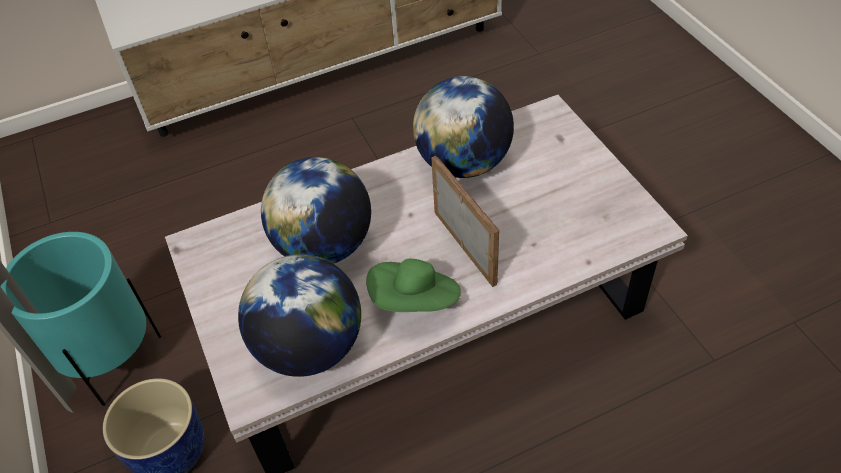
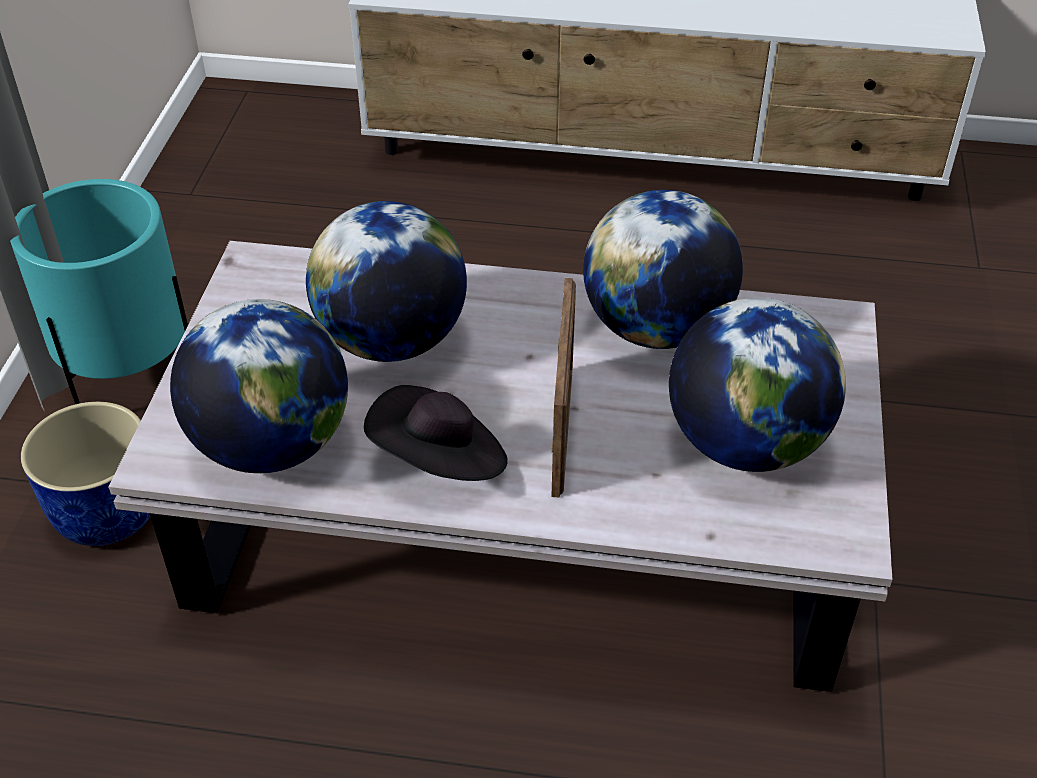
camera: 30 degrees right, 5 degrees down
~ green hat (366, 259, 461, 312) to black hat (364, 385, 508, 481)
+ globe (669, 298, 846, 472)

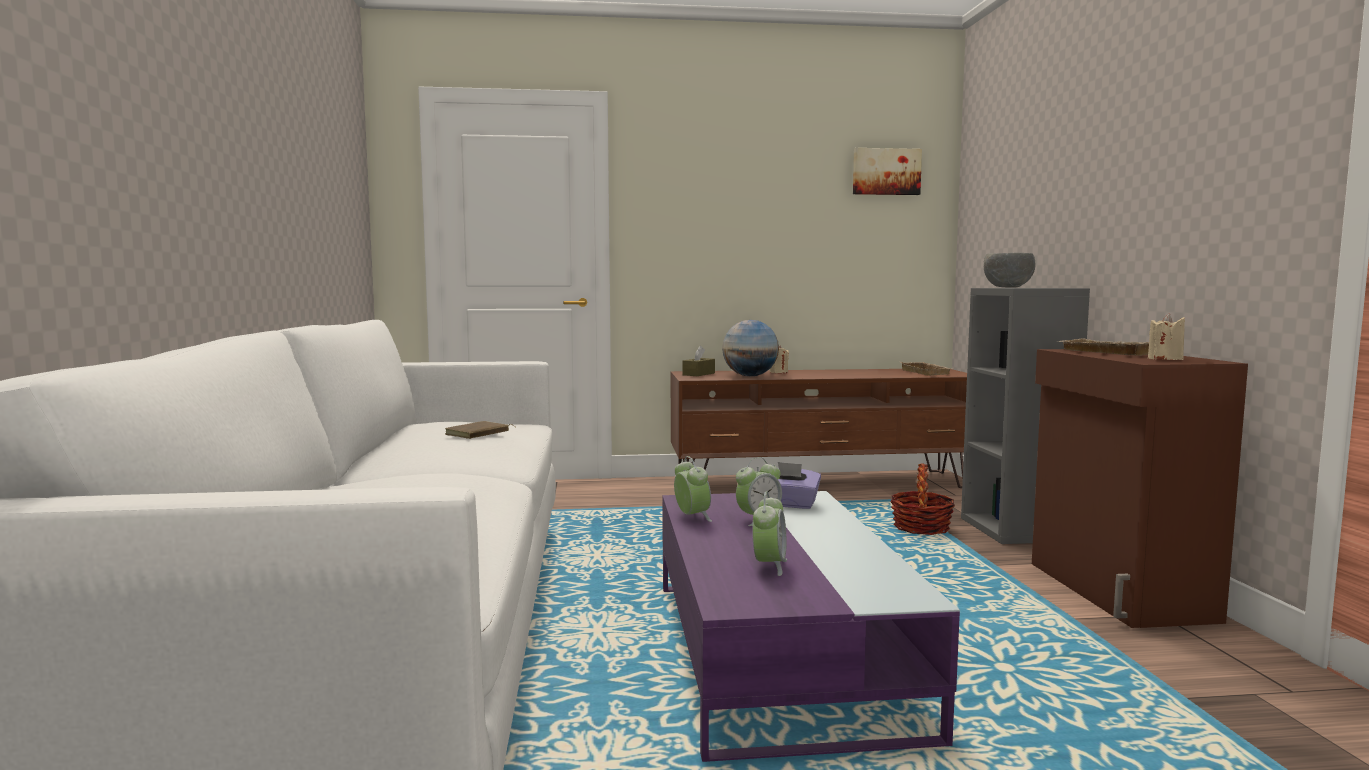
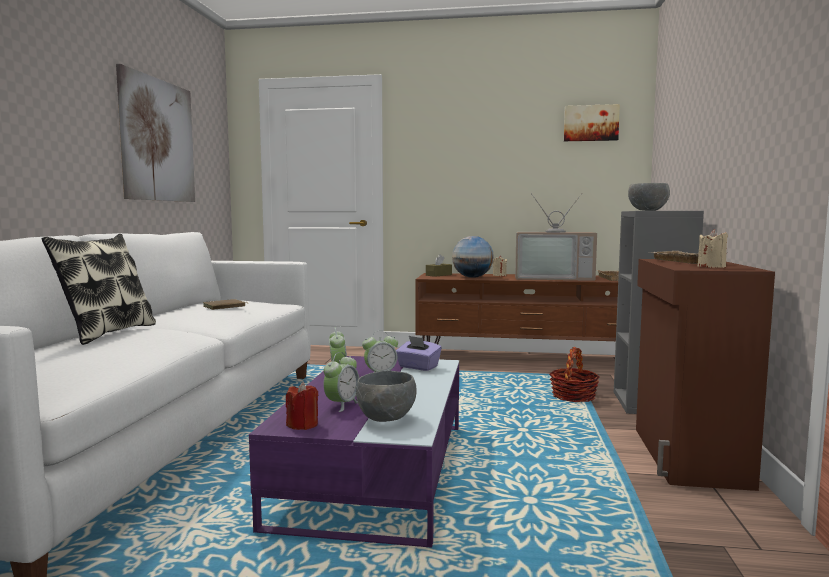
camera: 15 degrees right, 0 degrees up
+ pillow (42, 234, 156, 345)
+ picture (116, 64, 195, 202)
+ red candle (286, 382, 318, 430)
+ grey bowl (356, 371, 417, 422)
+ television (515, 193, 597, 281)

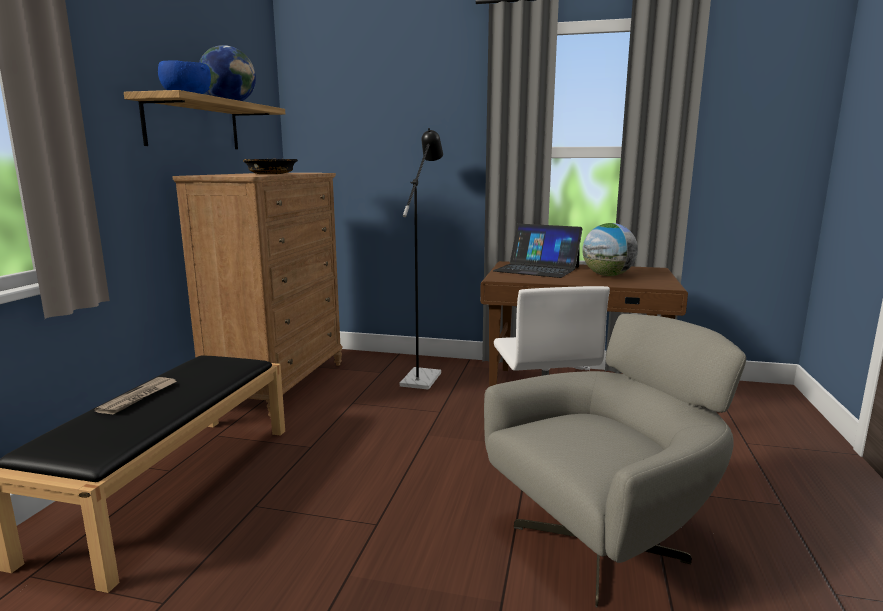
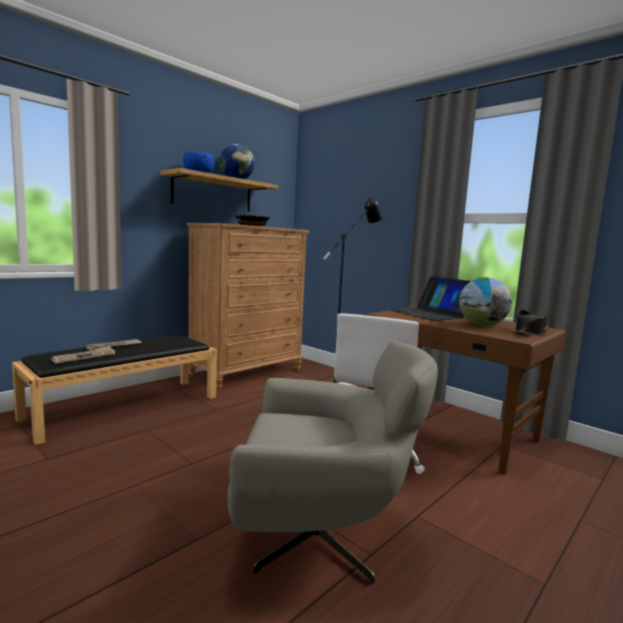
camera: 30 degrees right, 5 degrees down
+ newspaper (51, 346, 115, 364)
+ black hat (513, 309, 549, 336)

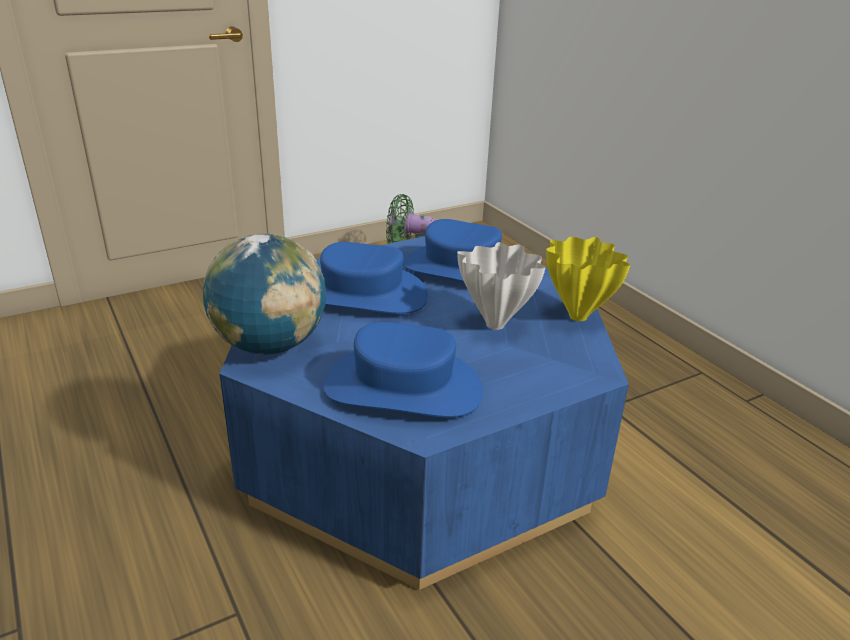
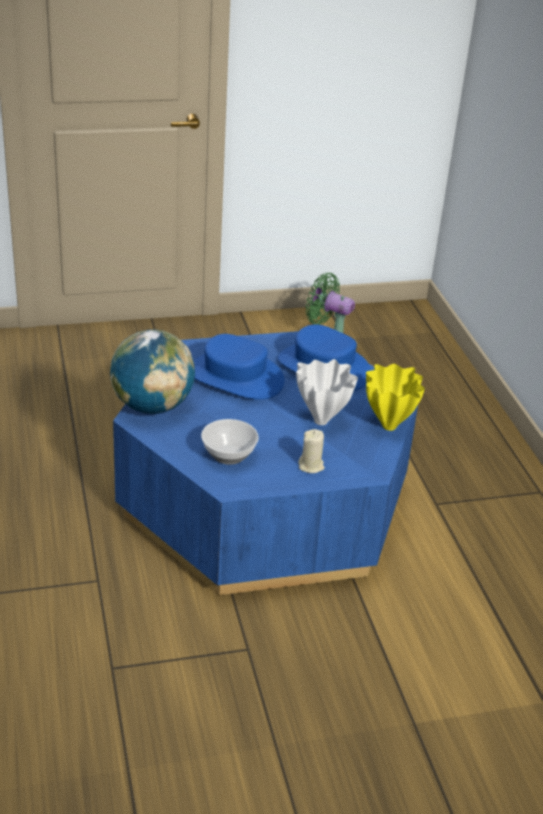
camera: 15 degrees right, 5 degrees up
~ blue hat (323, 322, 483, 417) to bowl (201, 419, 259, 465)
+ beige candle (298, 429, 325, 473)

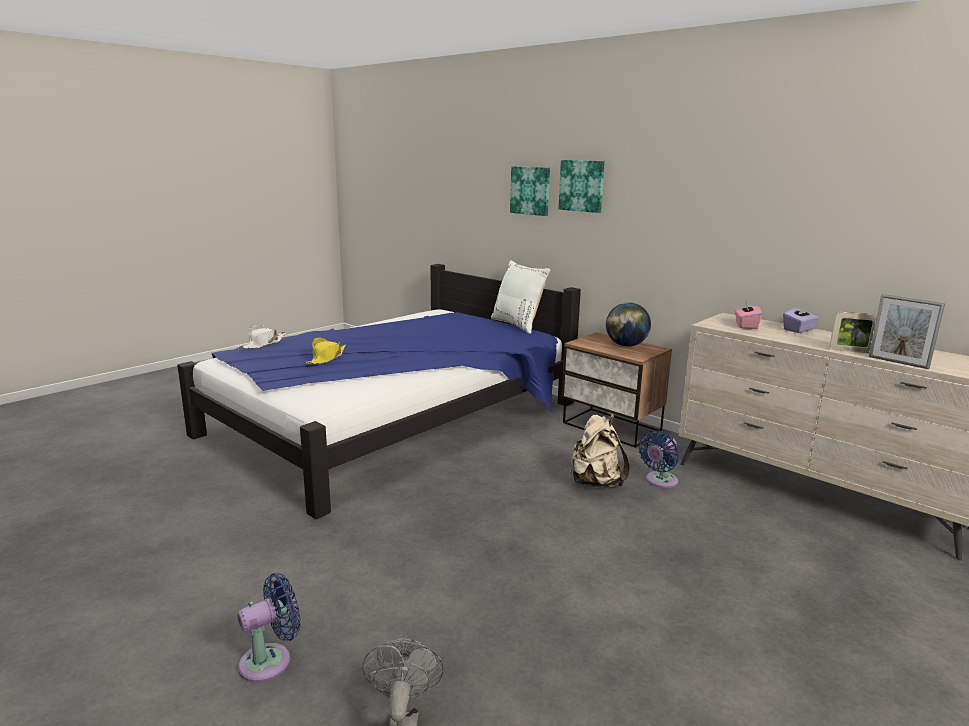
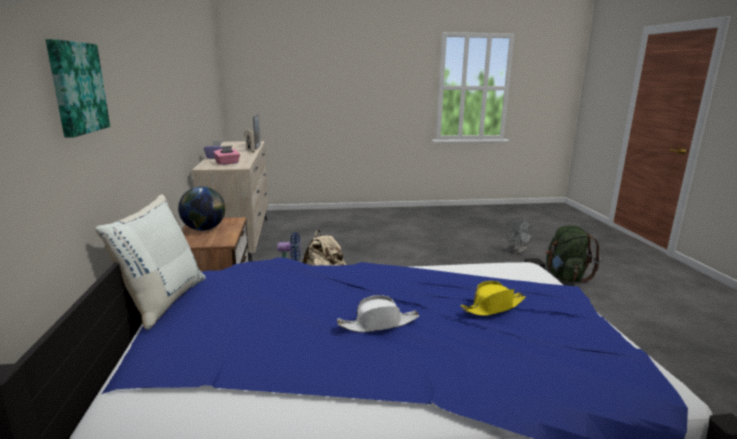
camera: 140 degrees left, 0 degrees up
~ white hat (238, 325, 286, 349) to (337, 295, 419, 333)
~ blue fan (237, 573, 301, 683) to green backpack (546, 225, 601, 282)
- picture (558, 160, 605, 213)

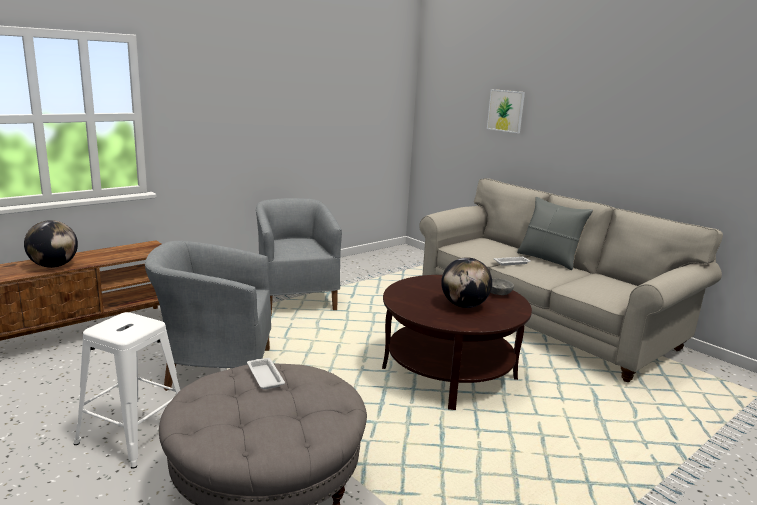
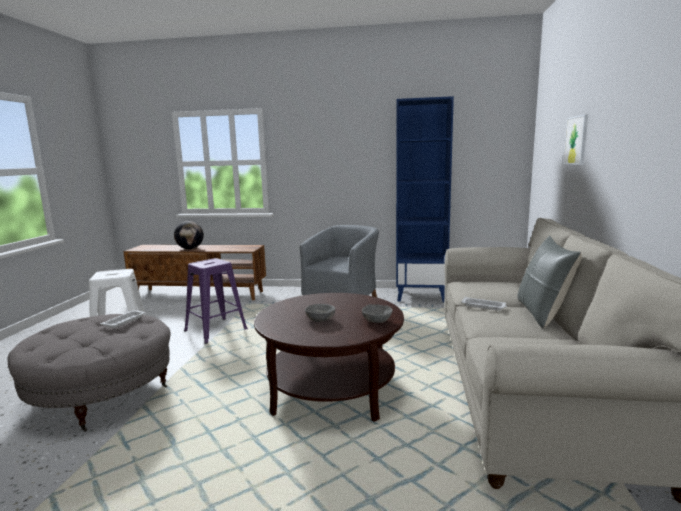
camera: 50 degrees right, 5 degrees down
~ grey armchair (145, 241, 271, 391) to purple stool (184, 258, 248, 344)
~ globe (441, 257, 492, 308) to grey bowl (305, 304, 335, 322)
+ blue bookcase (396, 96, 454, 302)

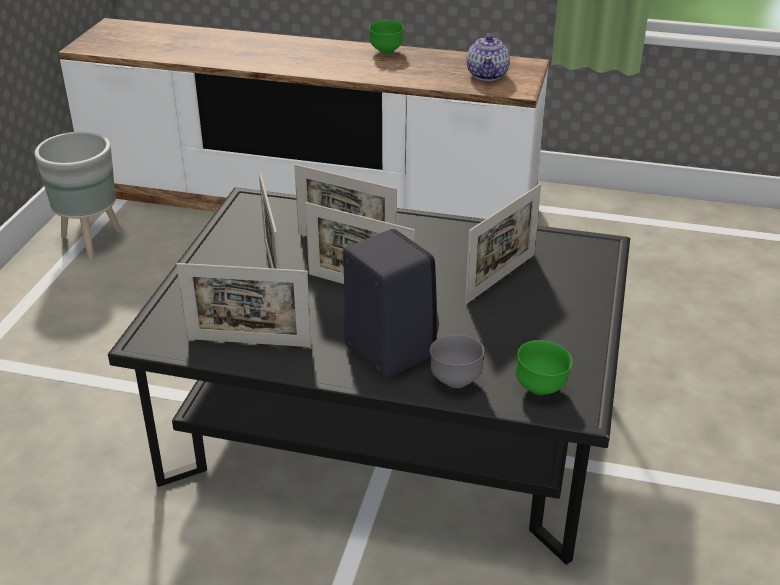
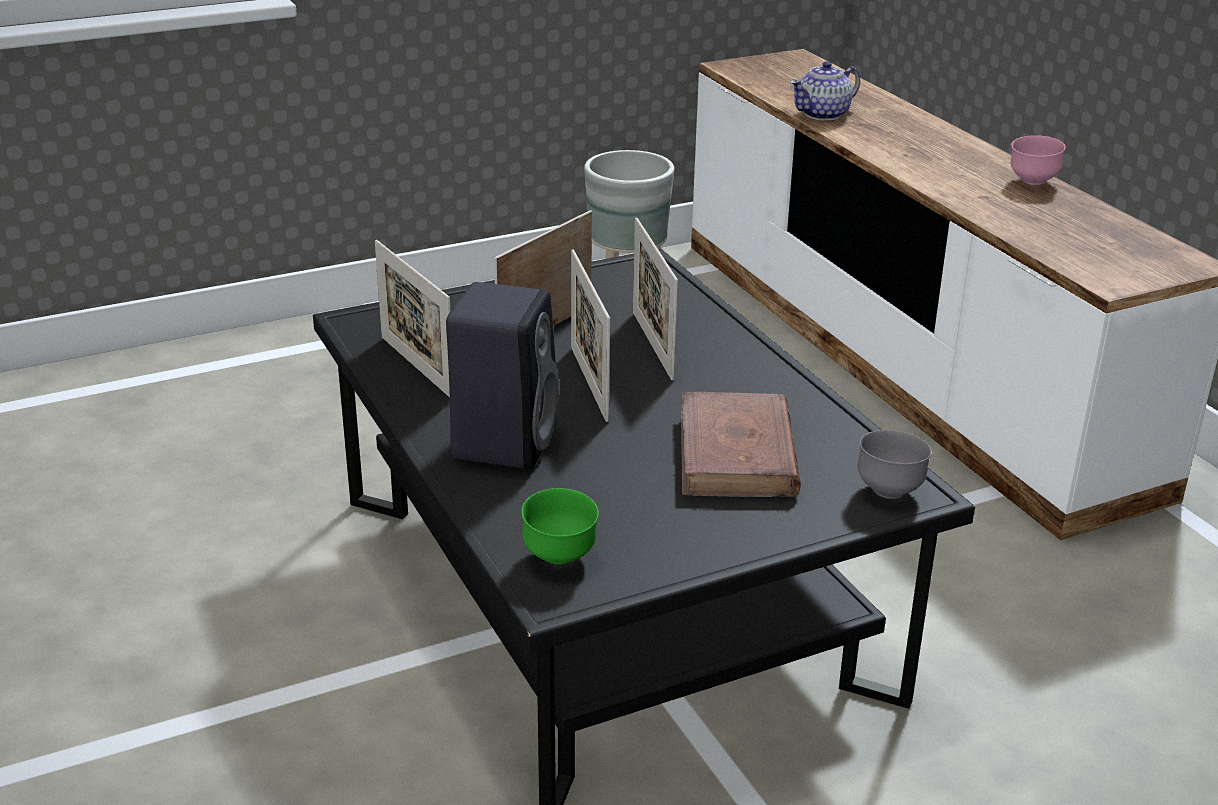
camera: 50 degrees right, 5 degrees down
~ picture frame (465, 184, 541, 304) to brown book (681, 392, 801, 497)
~ teapot (466, 33, 510, 81) to (790, 61, 860, 121)
~ grey bowl (430, 335, 484, 388) to (857, 430, 932, 499)
~ green bowl (369, 20, 404, 54) to pink bowl (1011, 135, 1066, 185)

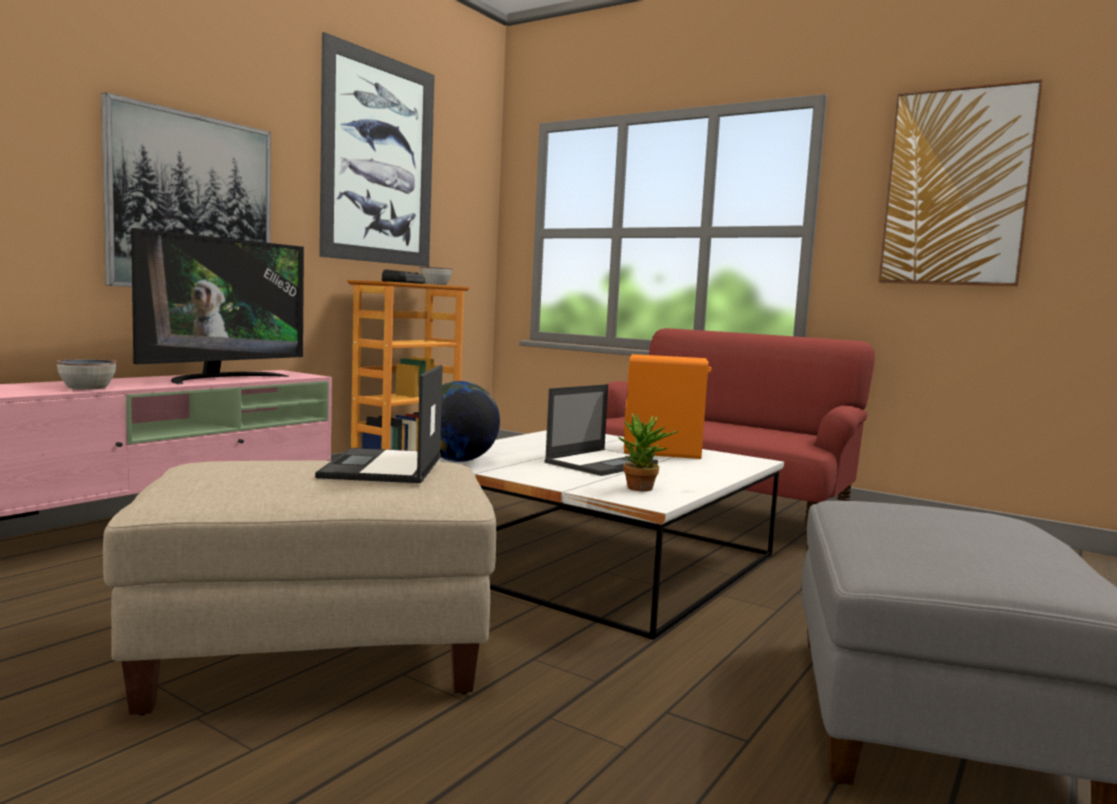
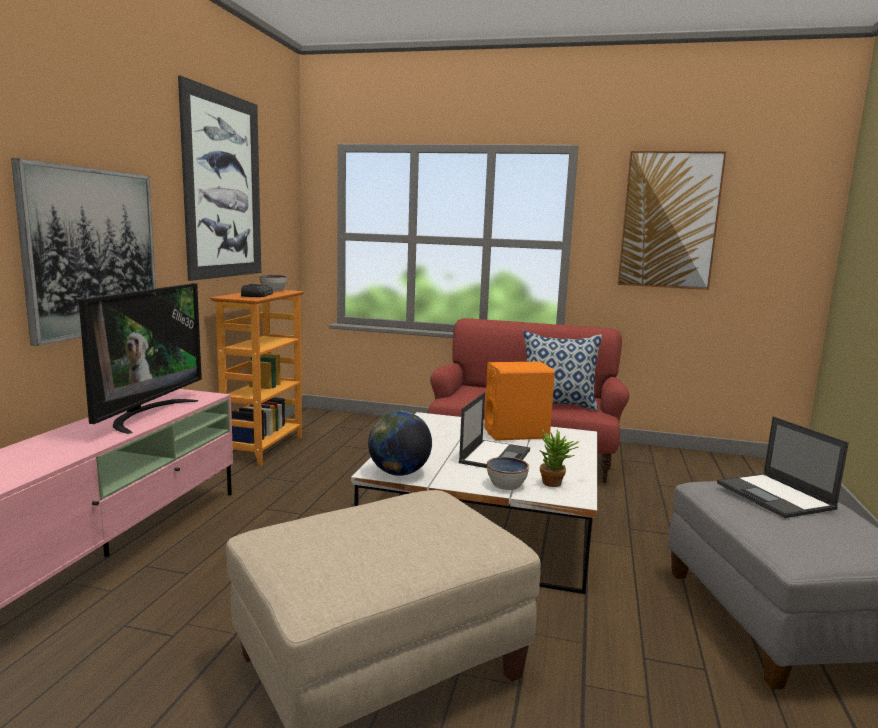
camera: 20 degrees left, 5 degrees up
~ bowl (56, 359, 117, 390) to (487, 457, 529, 490)
+ pillow (523, 330, 602, 411)
~ laptop (315, 365, 443, 483) to (717, 416, 849, 518)

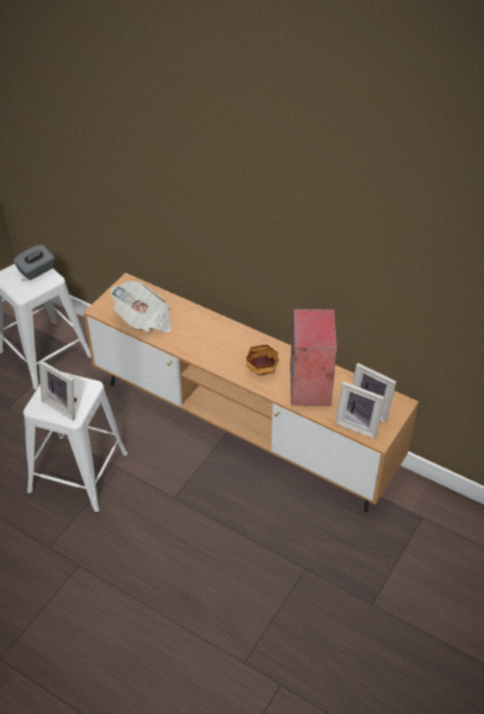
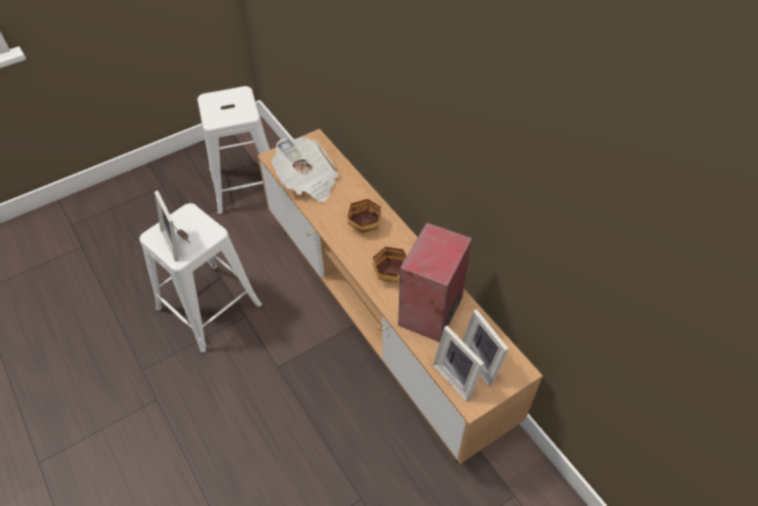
camera: 25 degrees right, 5 degrees up
+ bowl (348, 199, 382, 233)
- grey tissue box (13, 244, 55, 280)

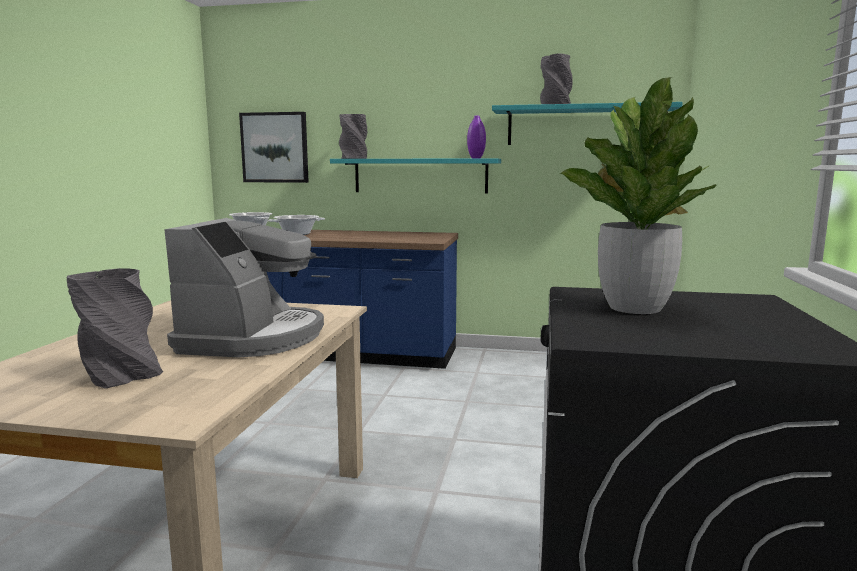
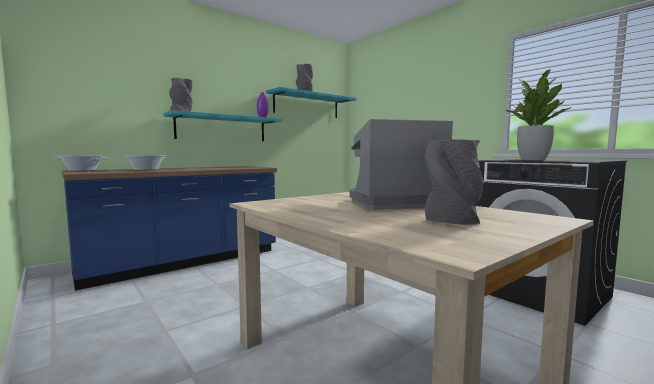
camera: 50 degrees left, 5 degrees down
~ coffee machine (164, 218, 324, 357) = (349, 119, 453, 210) 60 degrees counterclockwise
- picture (239, 112, 309, 183)

